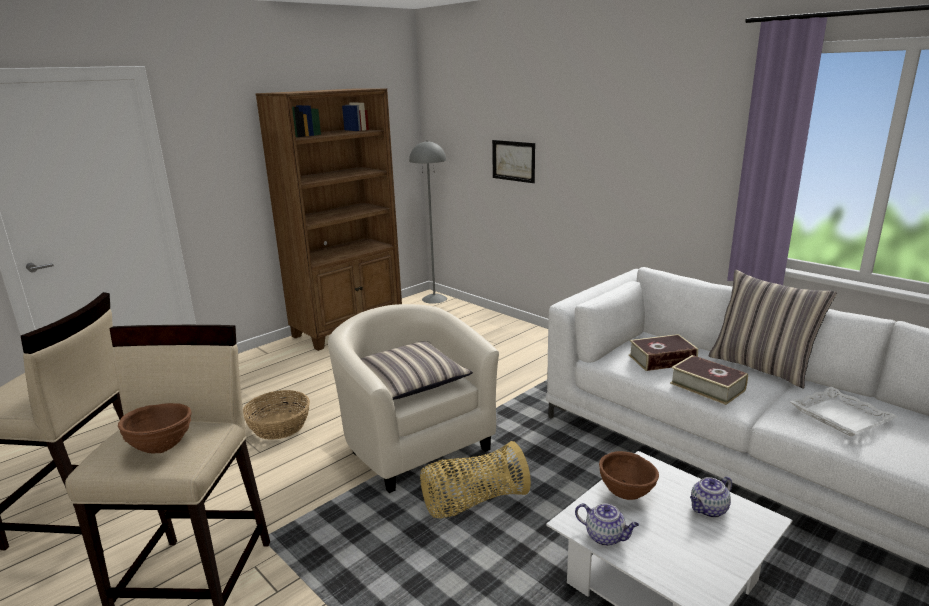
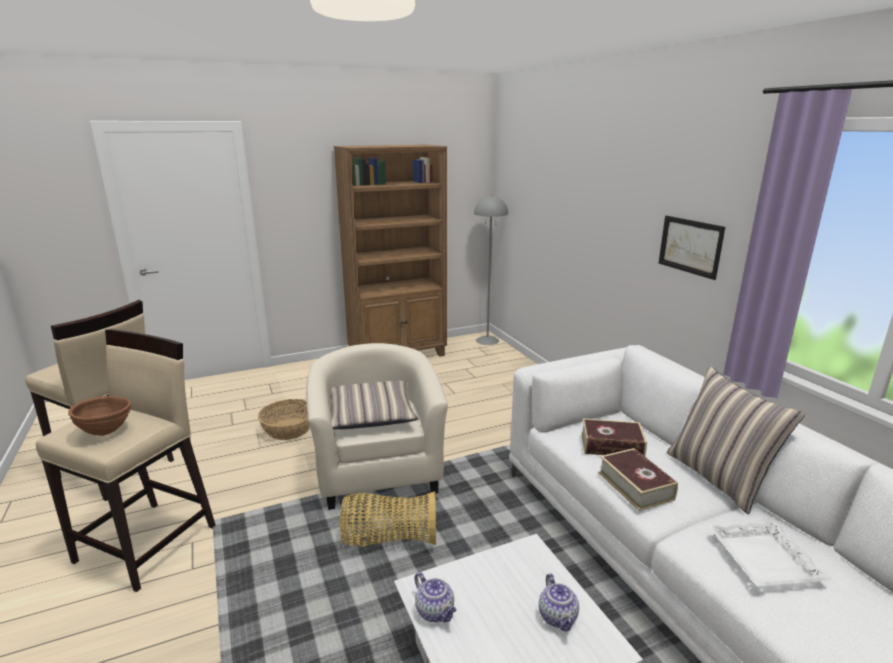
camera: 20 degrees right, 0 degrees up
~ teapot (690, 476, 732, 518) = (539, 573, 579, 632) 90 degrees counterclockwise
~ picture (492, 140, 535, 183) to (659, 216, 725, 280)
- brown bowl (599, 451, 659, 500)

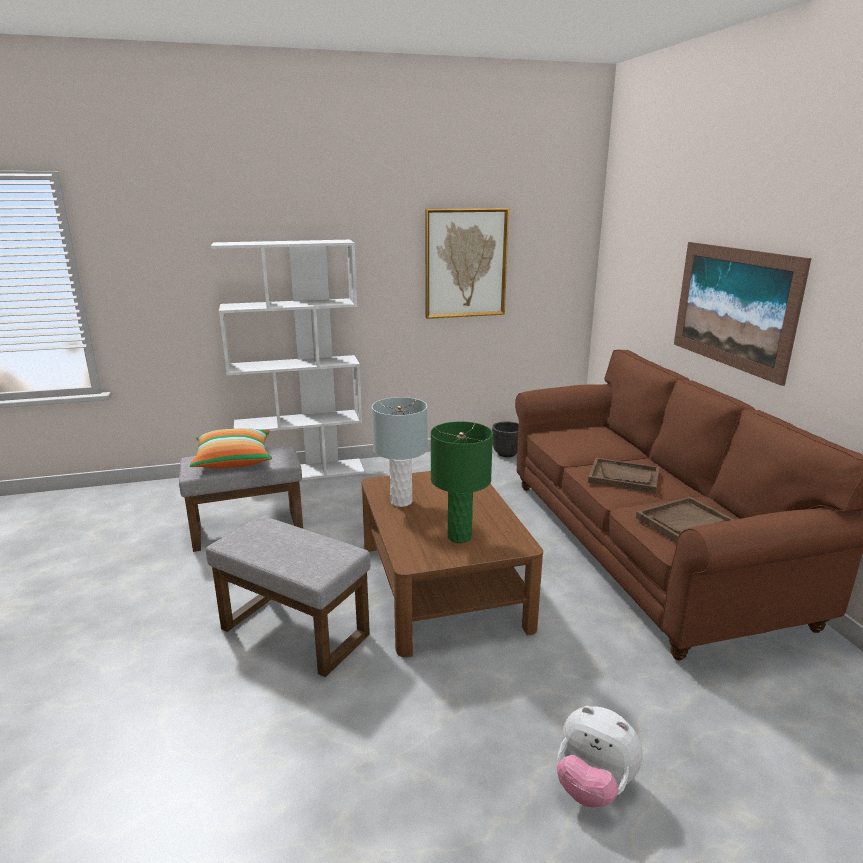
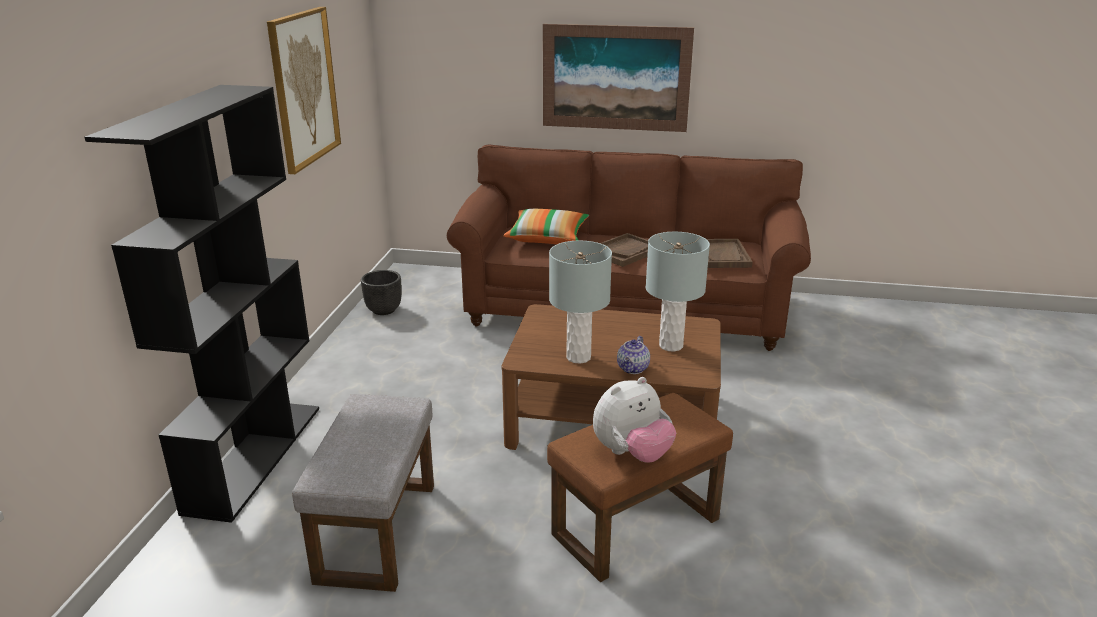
camera: 65 degrees left, 5 degrees up
~ white bookcase (211, 240, 364, 480) to black bookcase (84, 85, 319, 523)
~ pillow (190, 428, 272, 469) to (503, 209, 589, 244)
~ grey ottoman (206, 516, 370, 678) to brown ottoman (547, 393, 733, 582)
~ plush toy (557, 706, 643, 807) to (593, 377, 676, 463)
+ teapot (617, 336, 650, 374)
~ green table lamp (431, 421, 493, 543) to grey table lamp (646, 232, 710, 351)

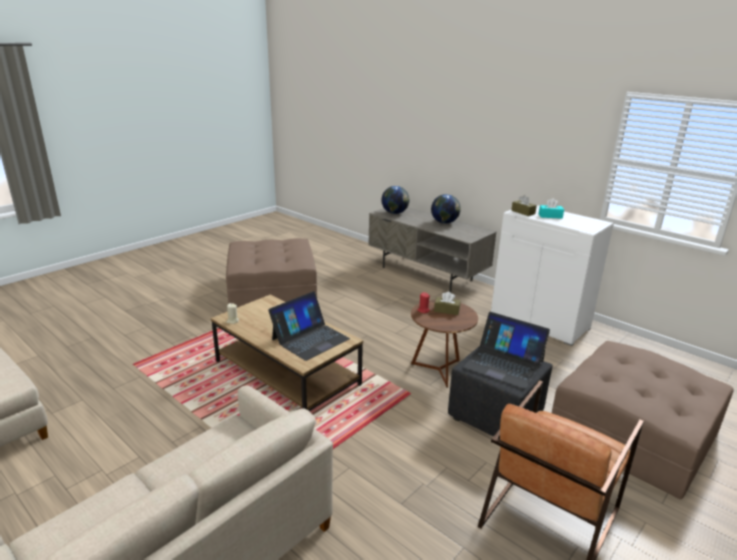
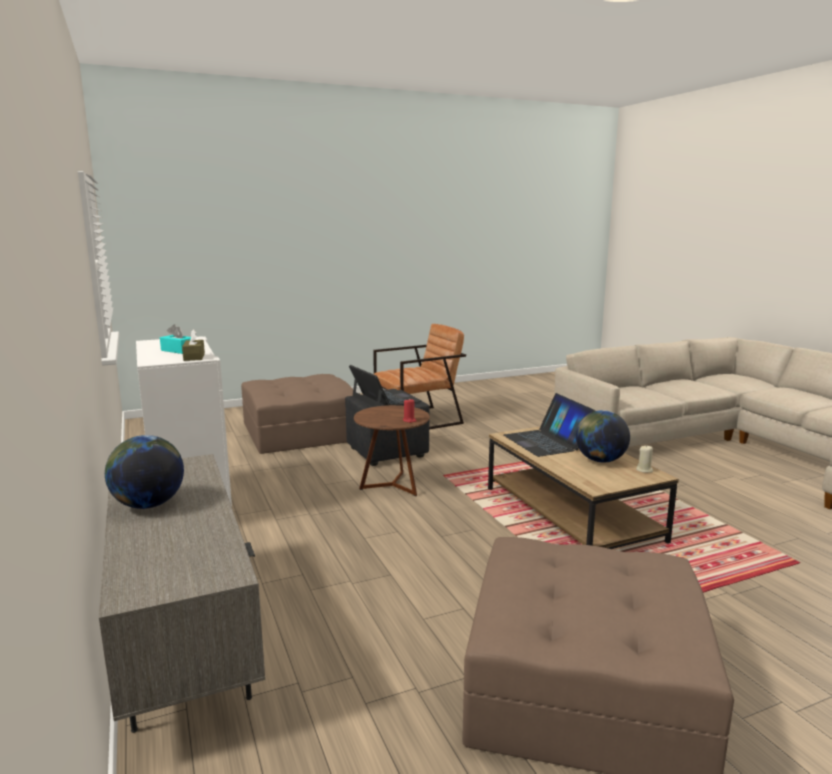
camera: 155 degrees left, 10 degrees down
~ laptop (268, 291, 350, 361) = (504, 393, 596, 457) 90 degrees counterclockwise
~ globe (381, 186, 409, 214) to (576, 410, 630, 463)
- brown tissue box (434, 292, 461, 315)

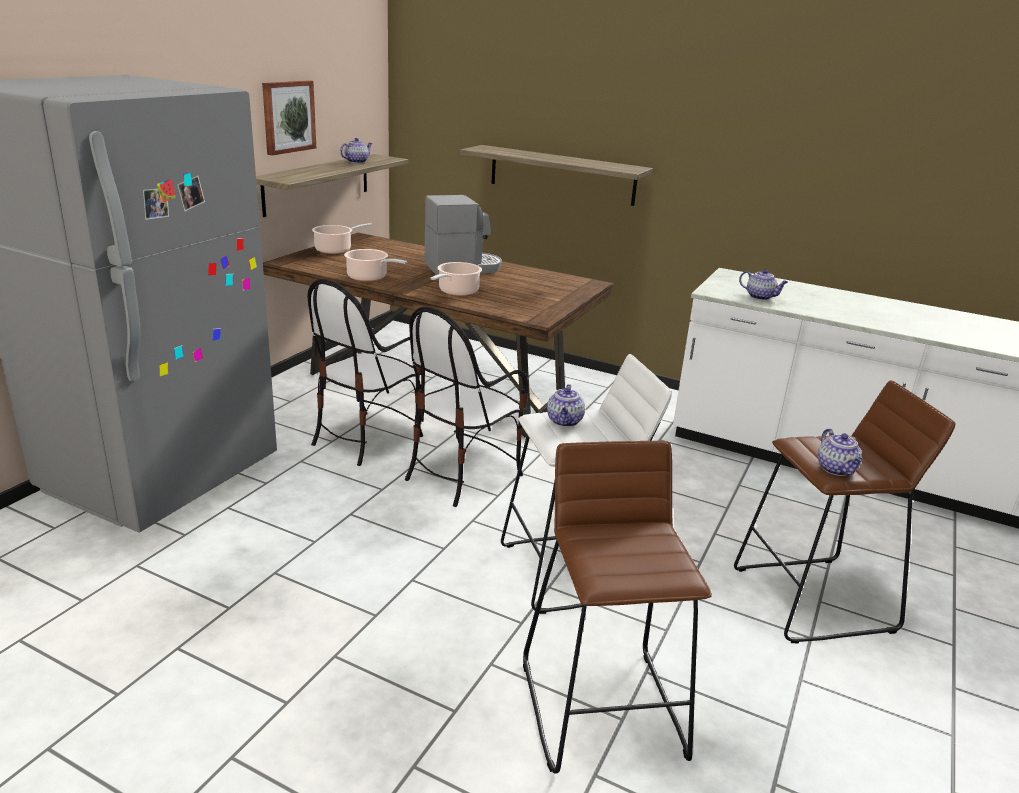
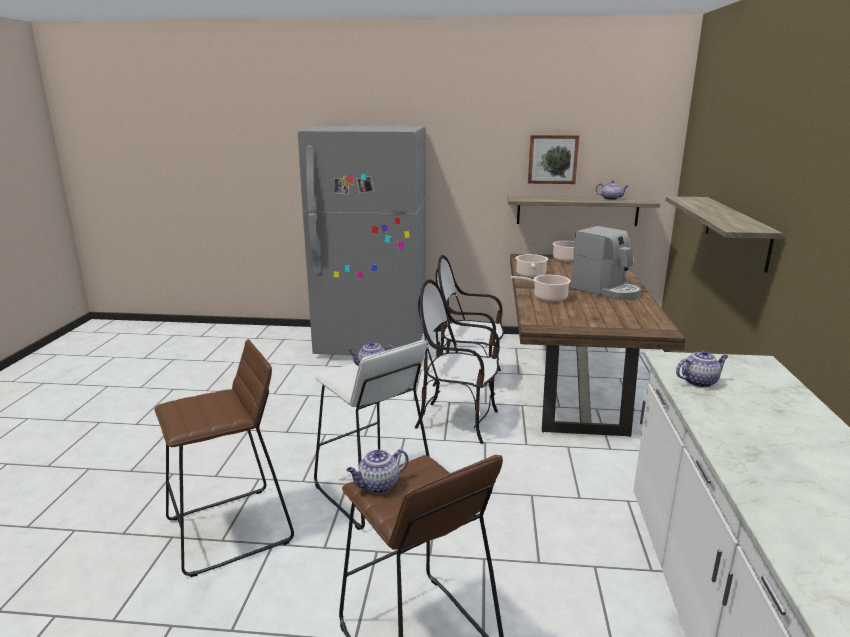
camera: 70 degrees right, 5 degrees down
~ teapot (739, 269, 788, 300) = (676, 350, 729, 388) 120 degrees counterclockwise

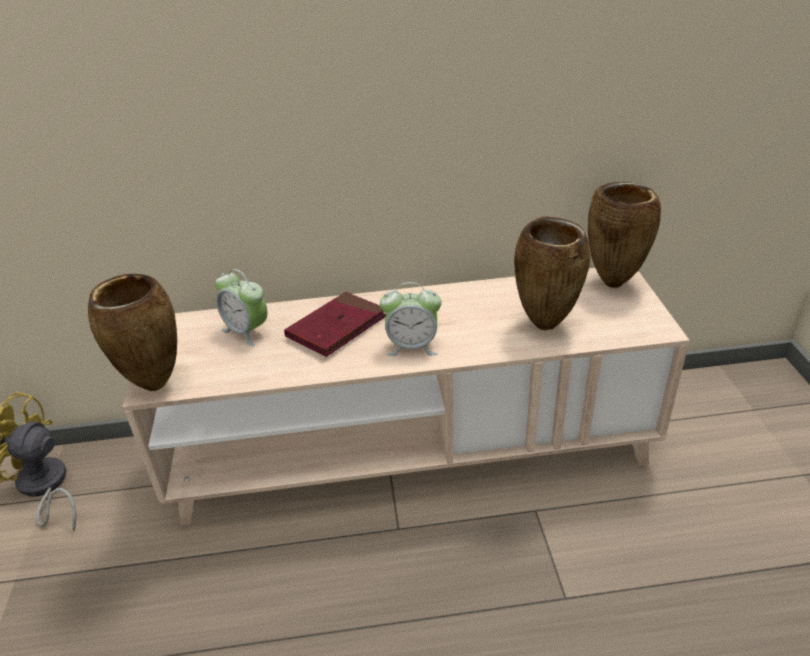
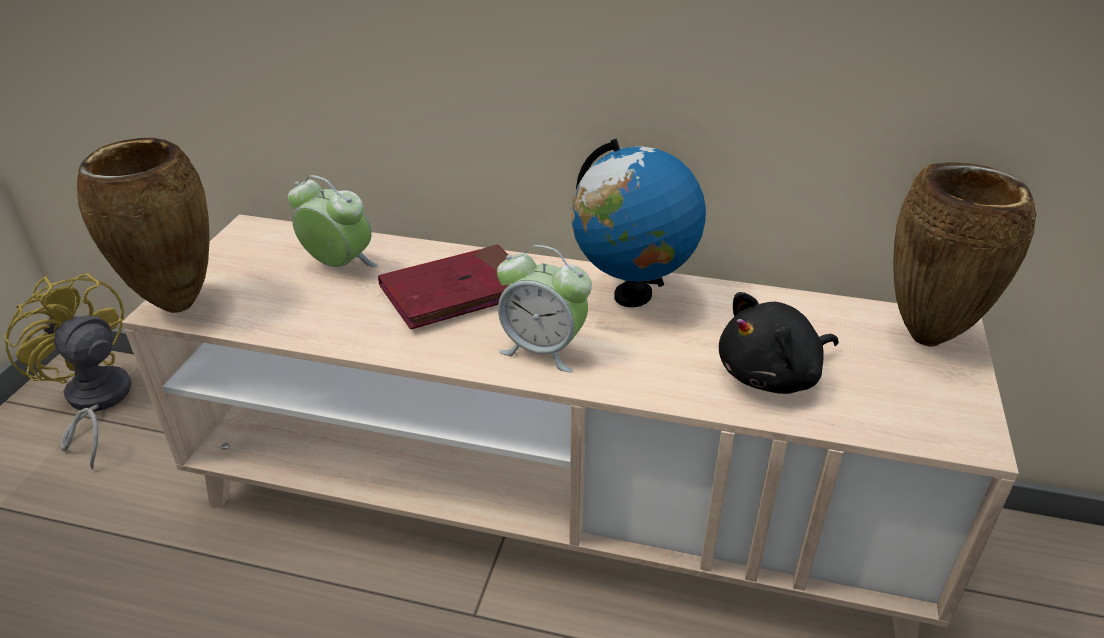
camera: 20 degrees right, 0 degrees up
~ alarm clock (215, 269, 267, 346) = (288, 175, 378, 267) 150 degrees clockwise
+ globe (571, 139, 706, 307)
~ brown vase (514, 216, 590, 330) to black plush toy (719, 292, 839, 394)

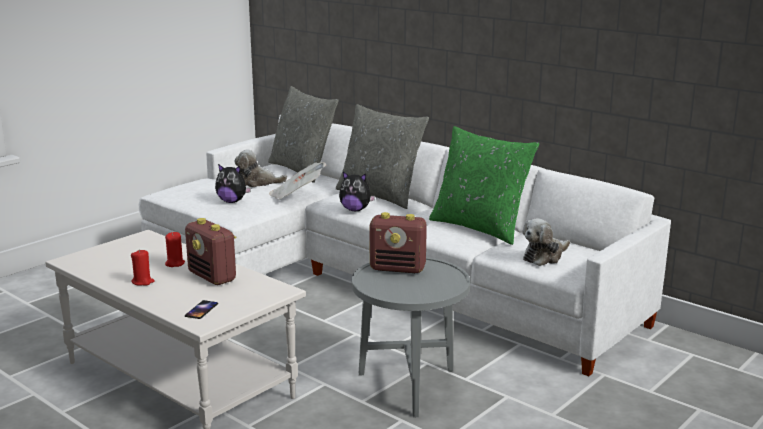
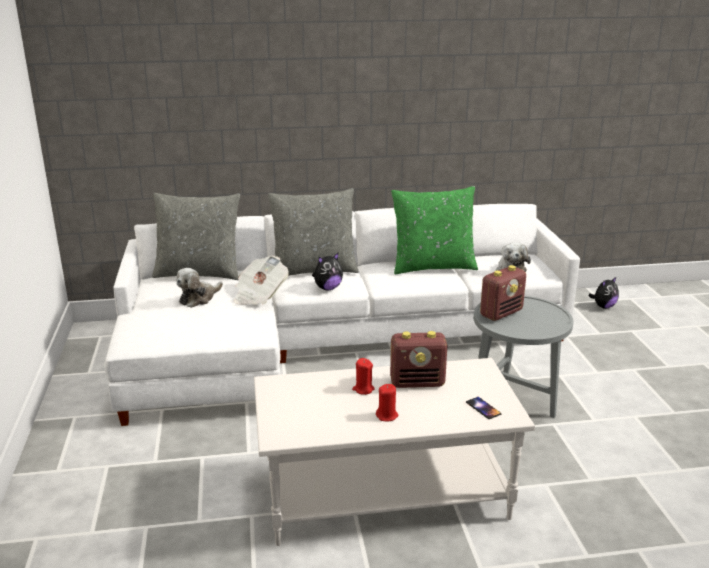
camera: 50 degrees left, 5 degrees up
~ plush toy (215, 164, 251, 203) to (588, 276, 619, 309)

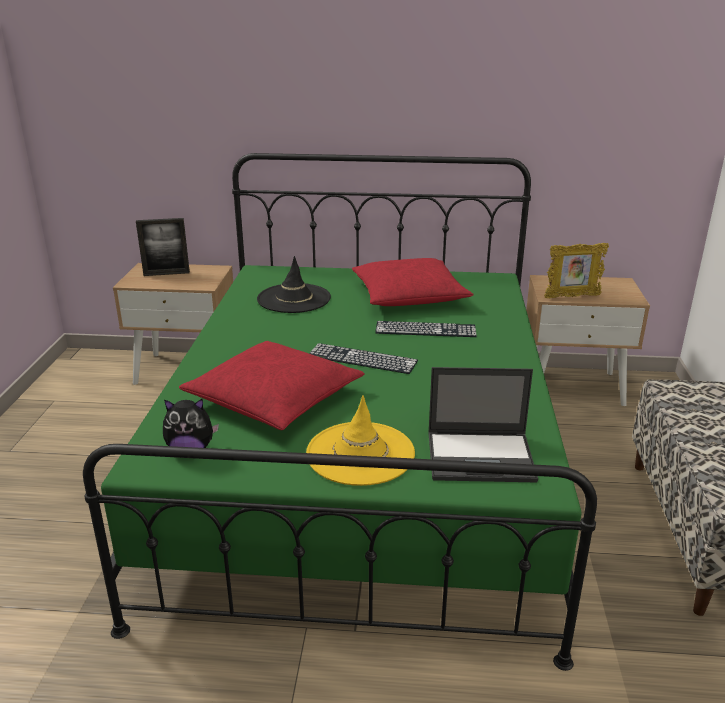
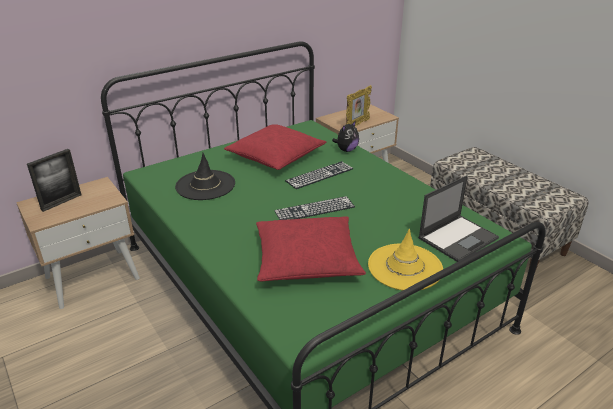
camera: 40 degrees left, 5 degrees up
~ plush toy (163, 399, 219, 448) to (332, 121, 359, 152)

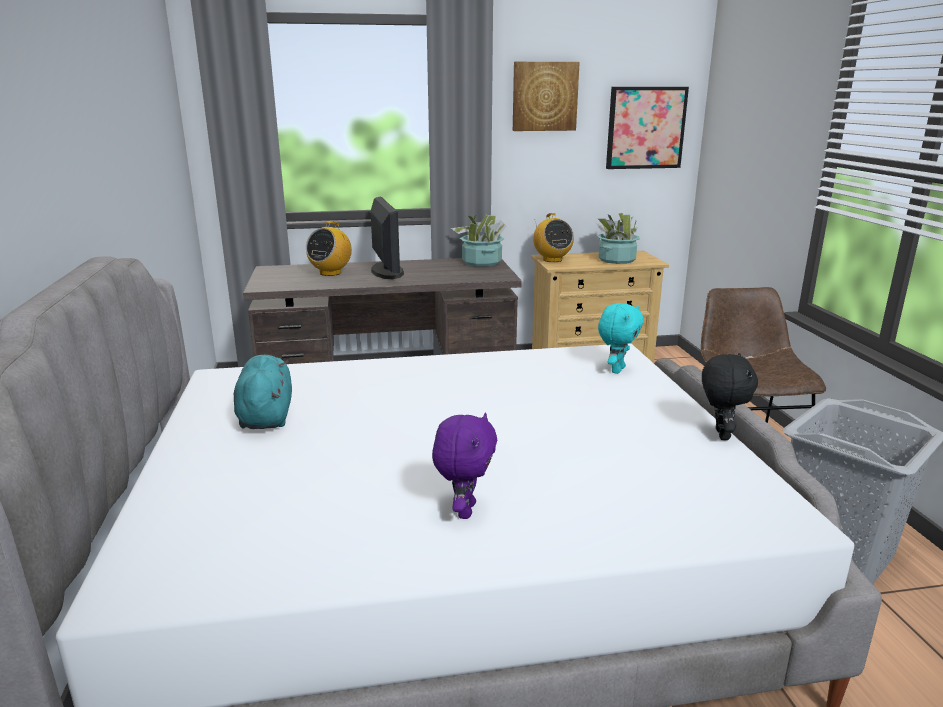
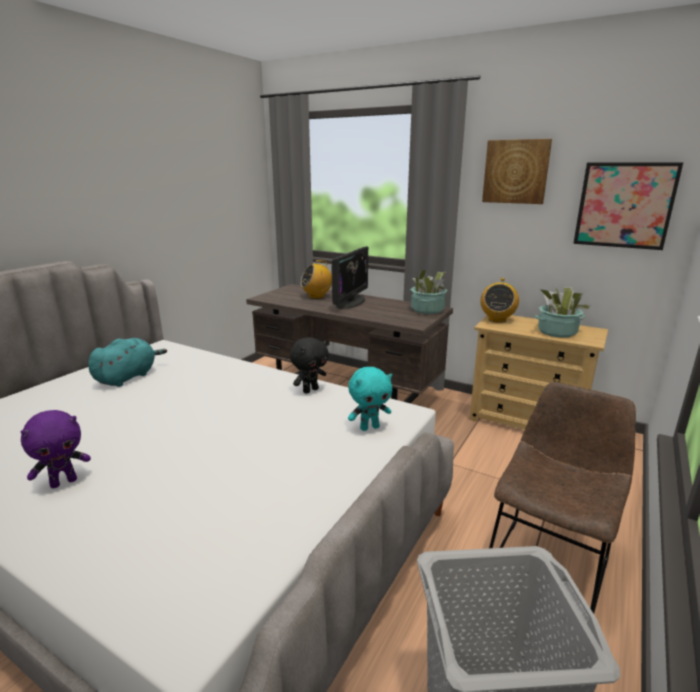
camera: 40 degrees right, 0 degrees up
~ black plush toy (702, 353, 758, 440) to (290, 337, 329, 394)

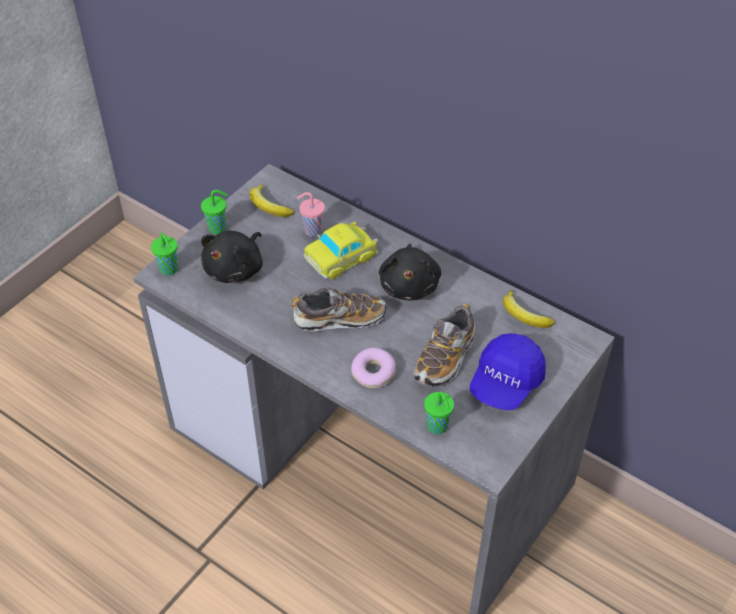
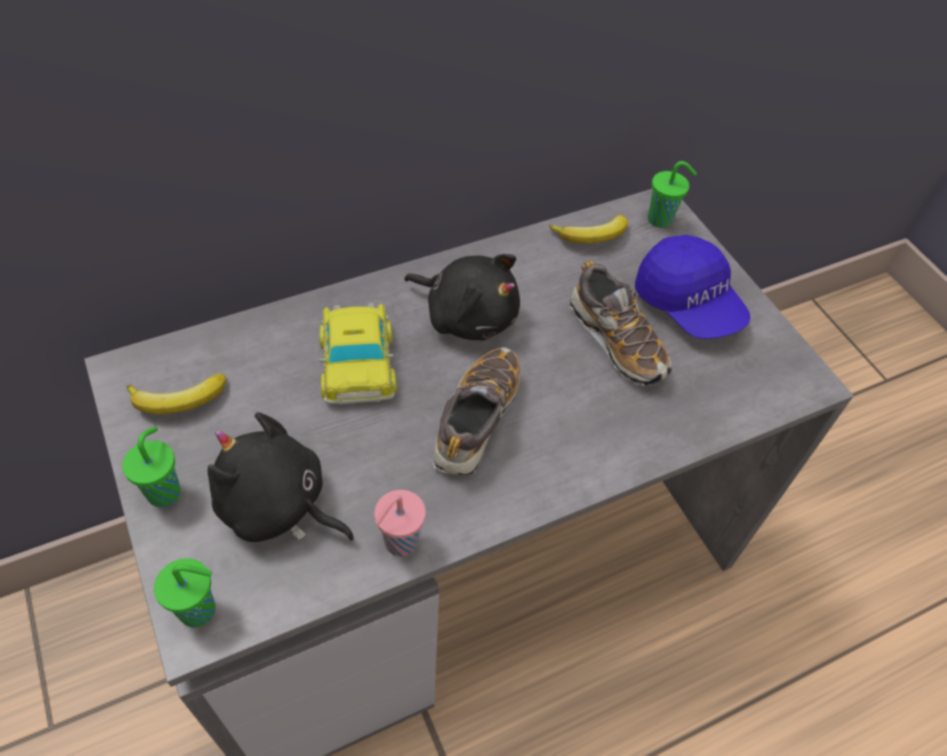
camera: 65 degrees left, 5 degrees up
~ black plush toy (201, 231, 263, 283) = (207, 412, 354, 542) 150 degrees clockwise
~ pink cup (297, 192, 325, 237) to (374, 490, 426, 557)
~ green cup (424, 392, 454, 435) to (648, 161, 697, 228)
- donut (351, 347, 396, 388)

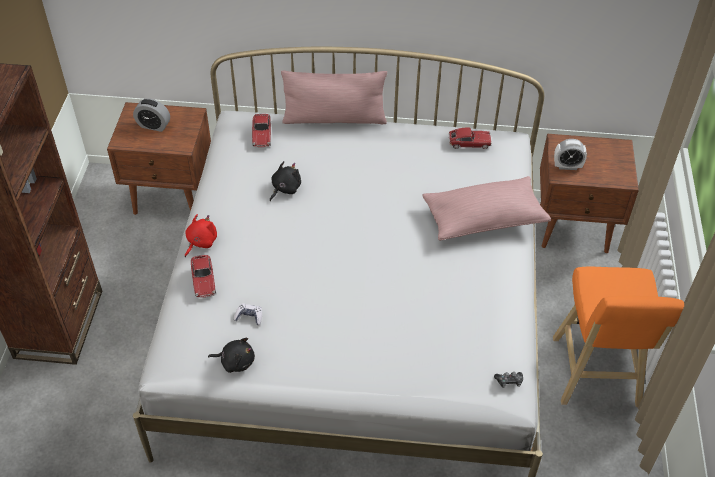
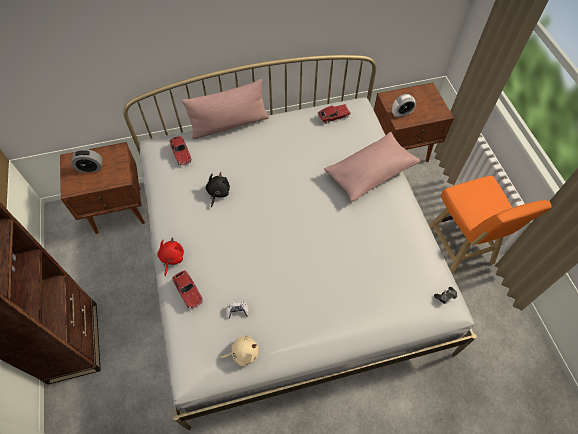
camera: 20 degrees left, 10 degrees up
~ black plush toy (208, 338, 255, 373) to beige plush toy (220, 335, 259, 367)

